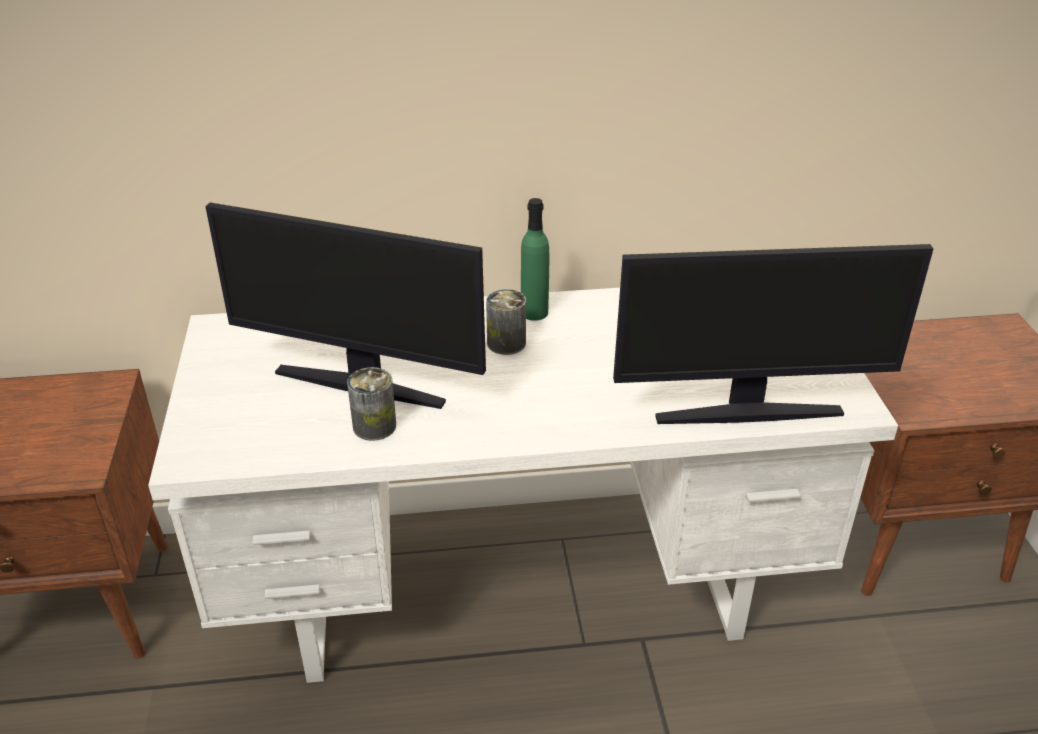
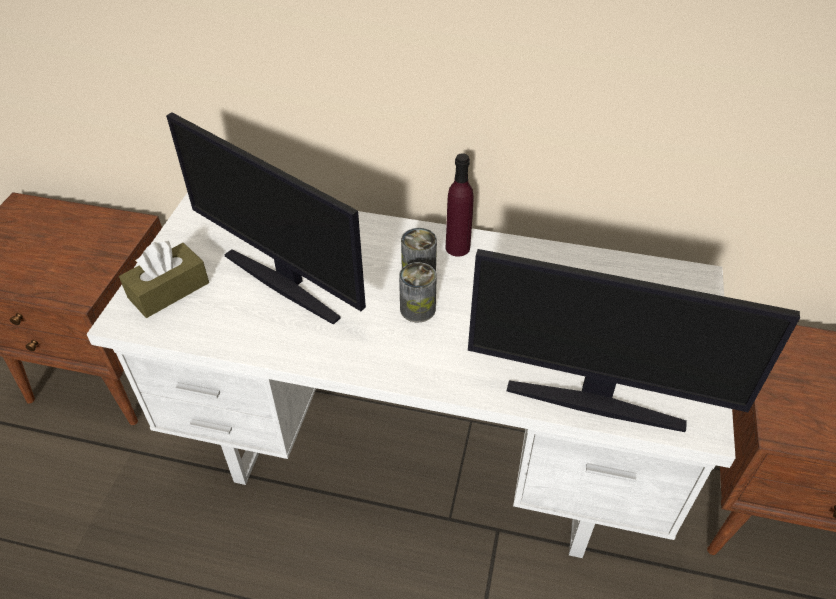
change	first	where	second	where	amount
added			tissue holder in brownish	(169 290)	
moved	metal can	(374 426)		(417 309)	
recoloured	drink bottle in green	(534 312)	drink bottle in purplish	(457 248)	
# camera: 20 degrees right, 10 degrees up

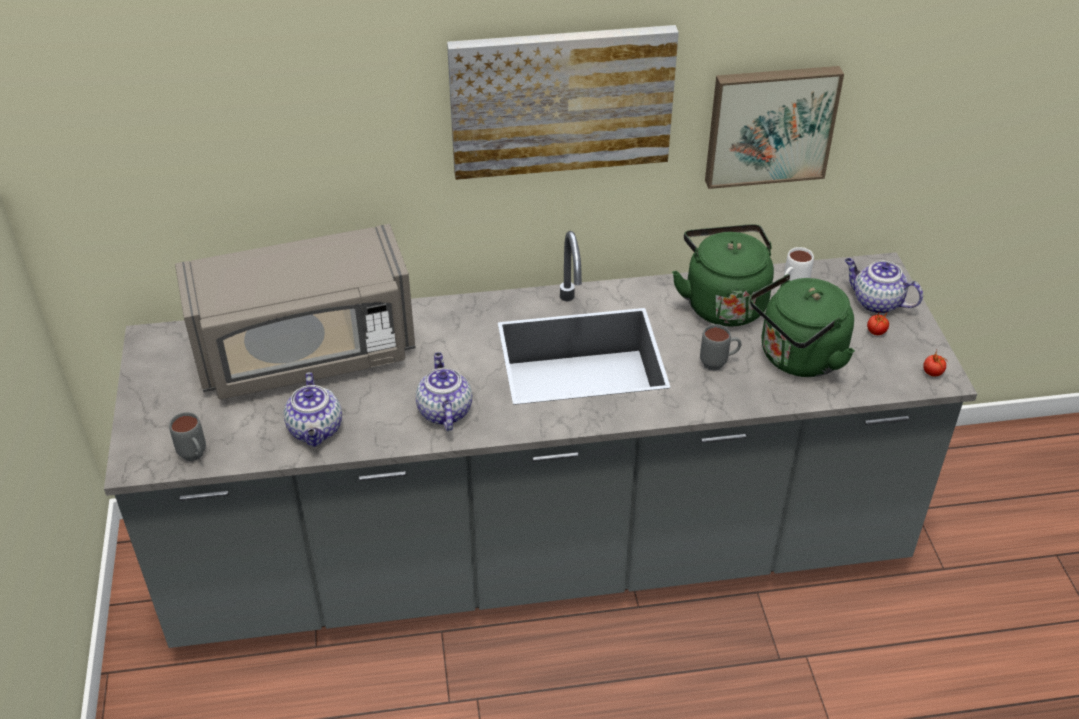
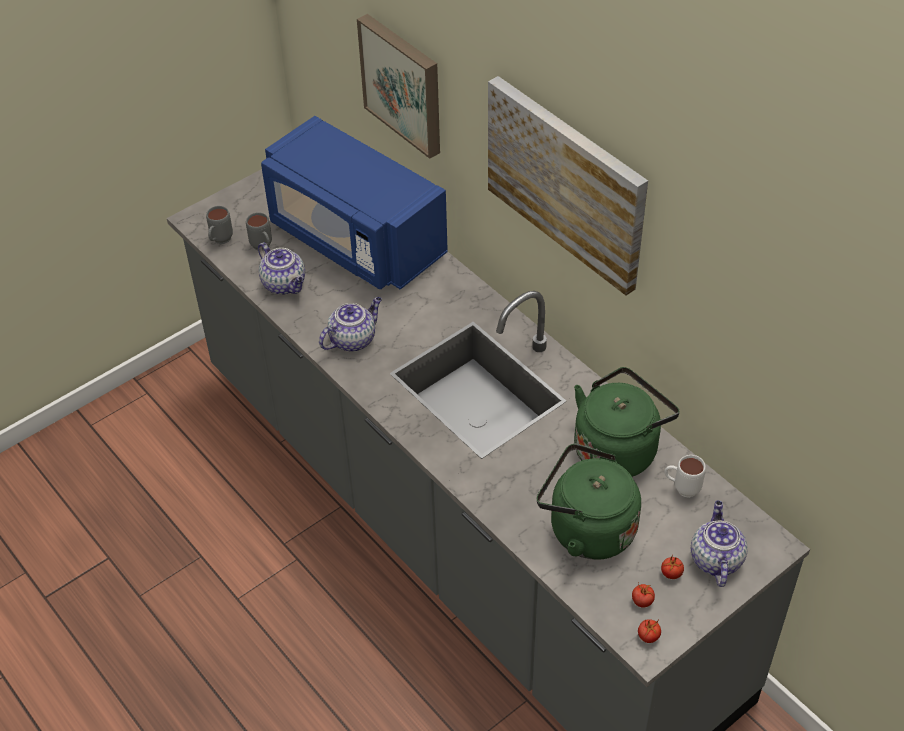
change	first	where	second	where	amount
moved	mug in greyish	(718 364)		(263 248)	
turned	tea pot	(316 430)		(285 284)	90 degrees counterclockwise
recoloured	microwave oven in greyish	(306 354)	microwave oven in blue	(355 240)	
moved	wall picture	(770 124)		(404 84)	
added			tomato	(642 601)	
# camera: 60 degrees right, 5 degrees up

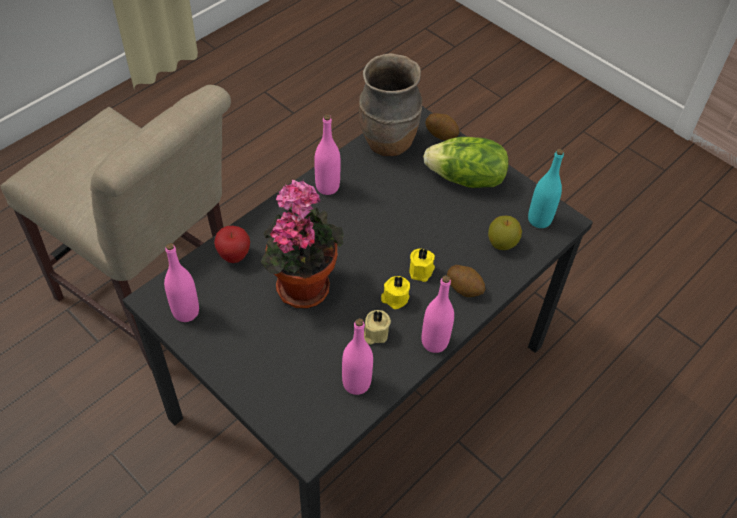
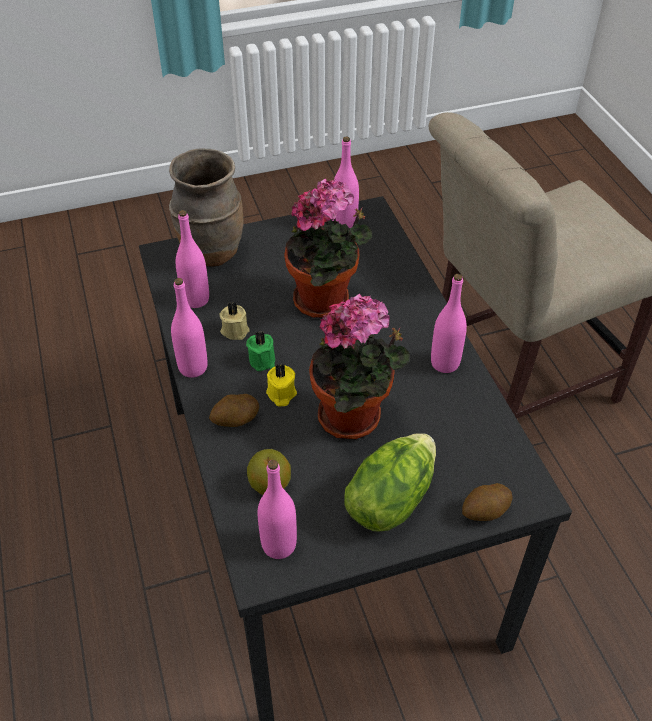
change	first	where	second	where	amount
moved	decorative vase in brownish	(387 143)		(211 252)	
recoloured	candle in yellowish	(394 298)	candle in green	(263 359)	
recoloured	drink bottle in turquoise-coloured	(539 220)	drink bottle in pink	(279 545)	
added			potted plant	(355 418)	
removed	apple	(234 256)			
# camera: 120 degrees right, 5 degrees down

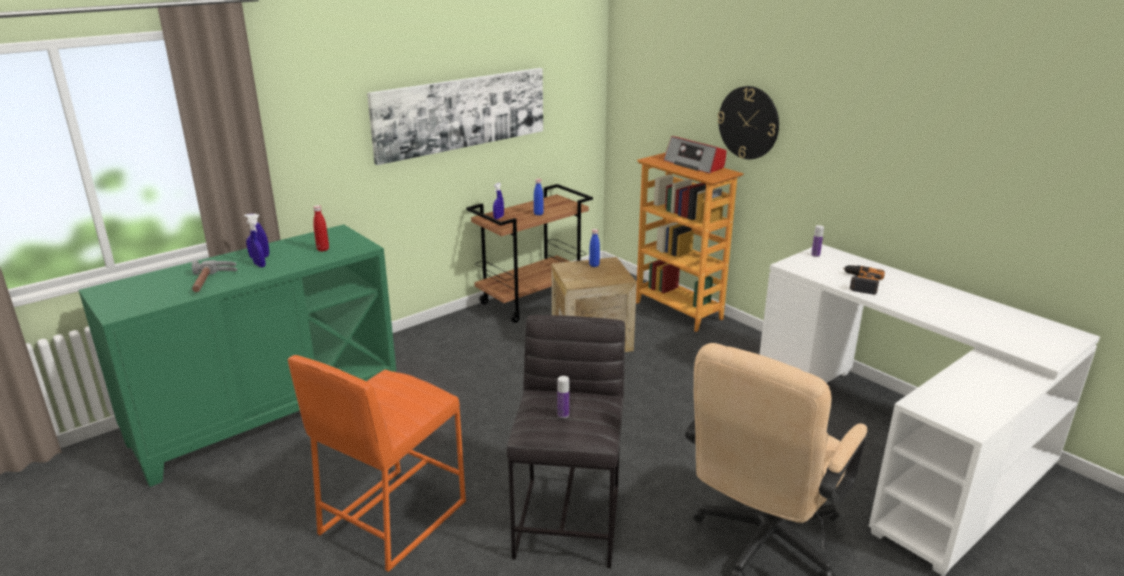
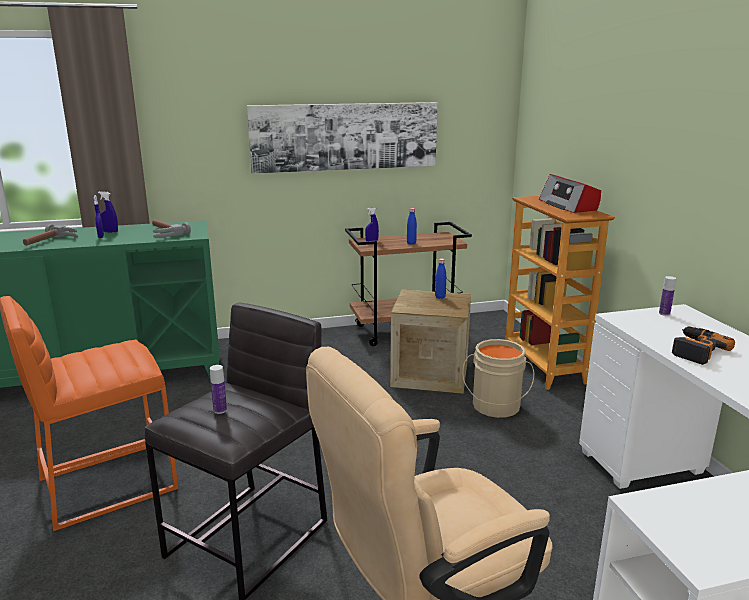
change	first	where	second	where	amount
replaced	drink bottle in red	(323 249)	hand hammer	(162 233)	
added			water bucket in beige-coloured	(495 407)	
removed	clock on the wall	(748 122)			
# camera: 25 degrees right, 5 degrees down

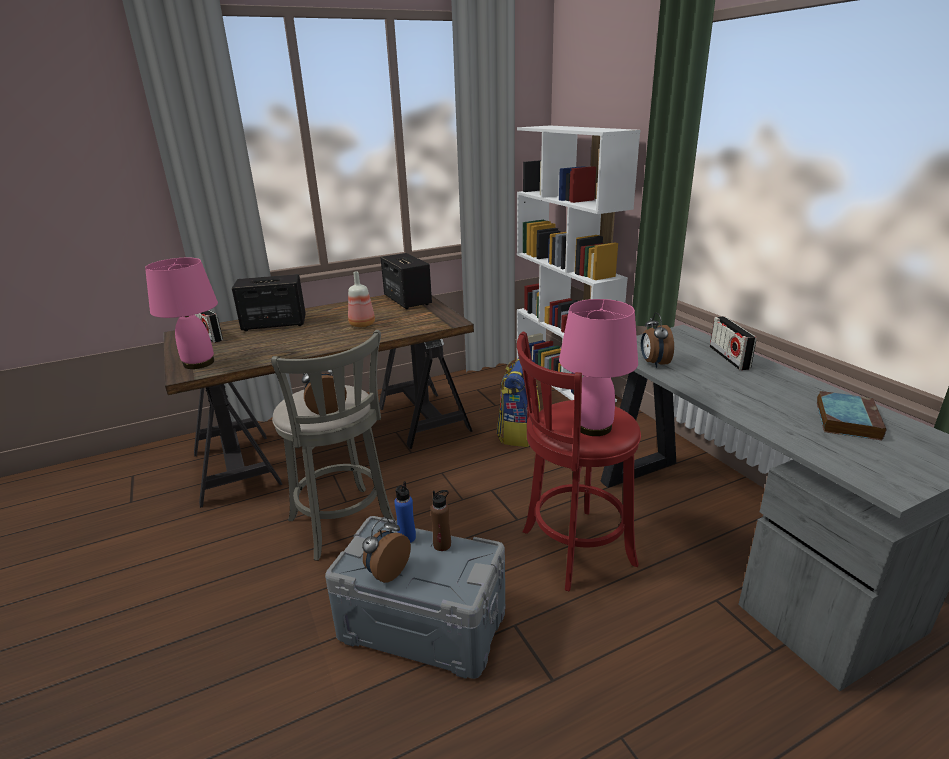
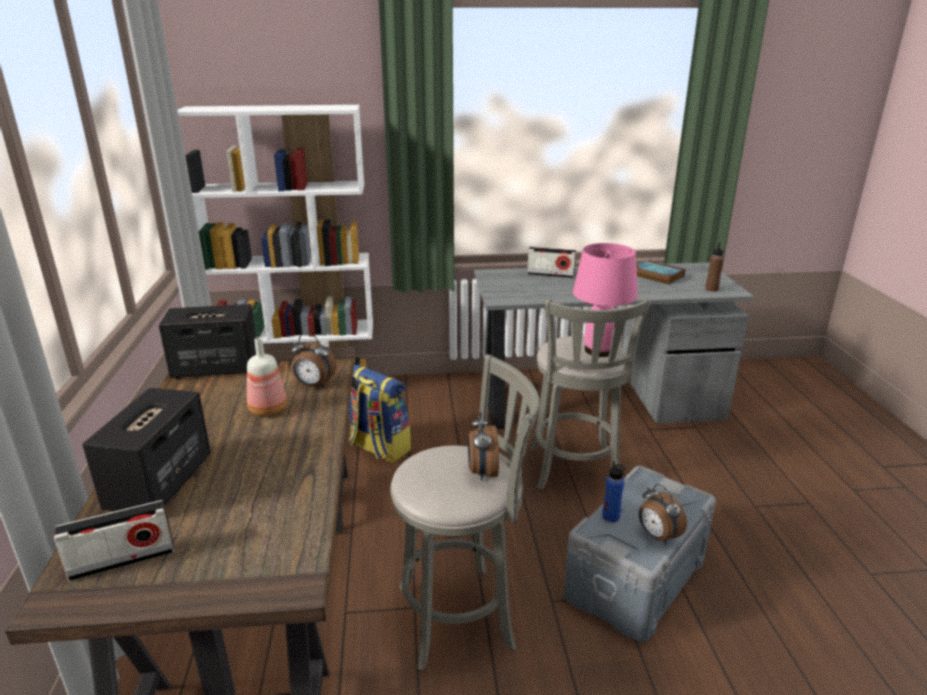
change	first	where	second	where	amount
moved	bedside clock	(653 363)		(314 385)	
recoloured	sitting stool in red	(572 549)	sitting stool in greyish	(574 471)	
moved	drink bottle in brownish	(442 545)		(711 289)	
removed	lamp for a table in pink	(198 363)			
# camera: 70 degrees left, 0 degrees up

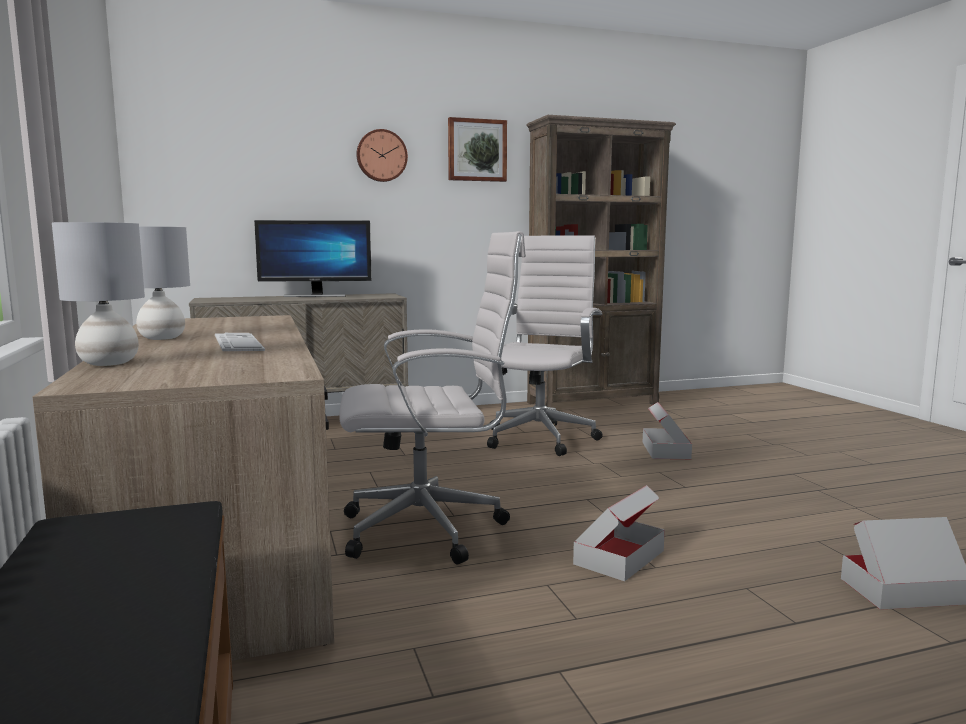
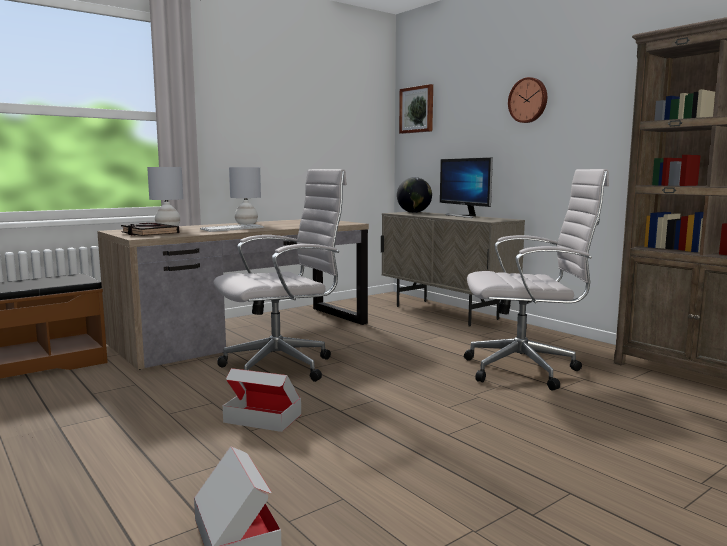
change	first	where	second	where	amount
added			bound book in black-coloured	(149 234)	
turned	desk chair in white	(431 529)		(283 367)	90 degrees counterclockwise
added			globe	(414 212)	
moved	wall picture	(477 150)		(417 109)	
removed	carton	(666 450)			
# camera: 70 degrees right, 0 degrees up

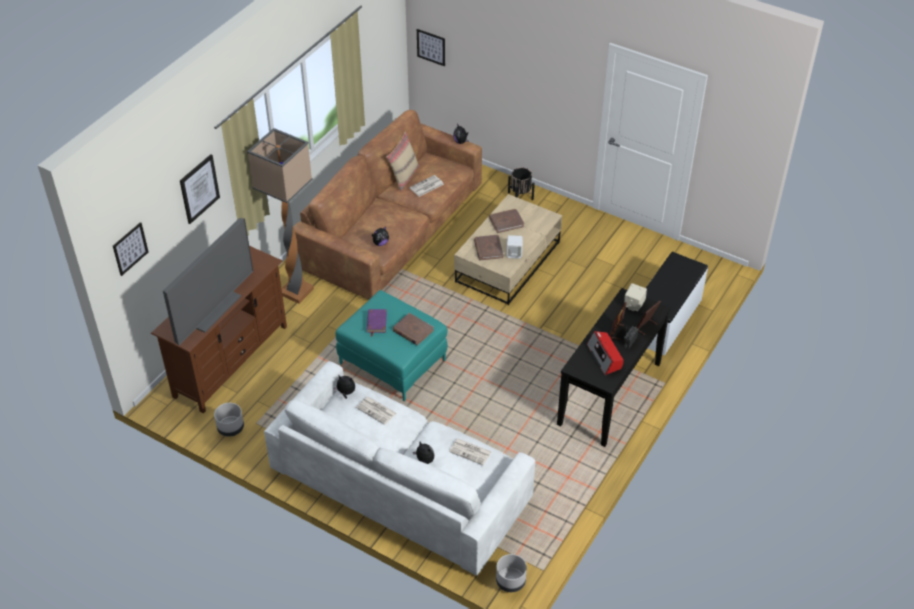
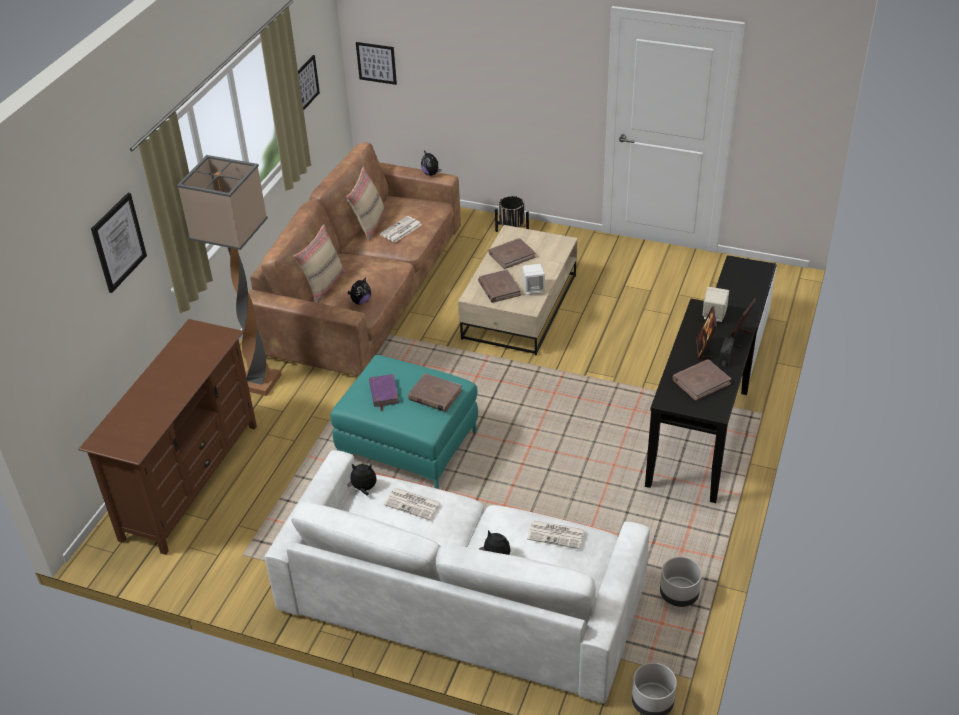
change	first	where	second	where	amount
added			pillow in beige-coloured	(324 285)	
moved	wall picture	(130 248)		(306 83)	
moved	plant pot in greyish	(230 428)		(679 595)	
replaced	radio receiver	(604 357)	bound book in brownish	(701 381)	
removed	TV set	(212 308)			
# camera: 10 degrees left, 5 degrees down

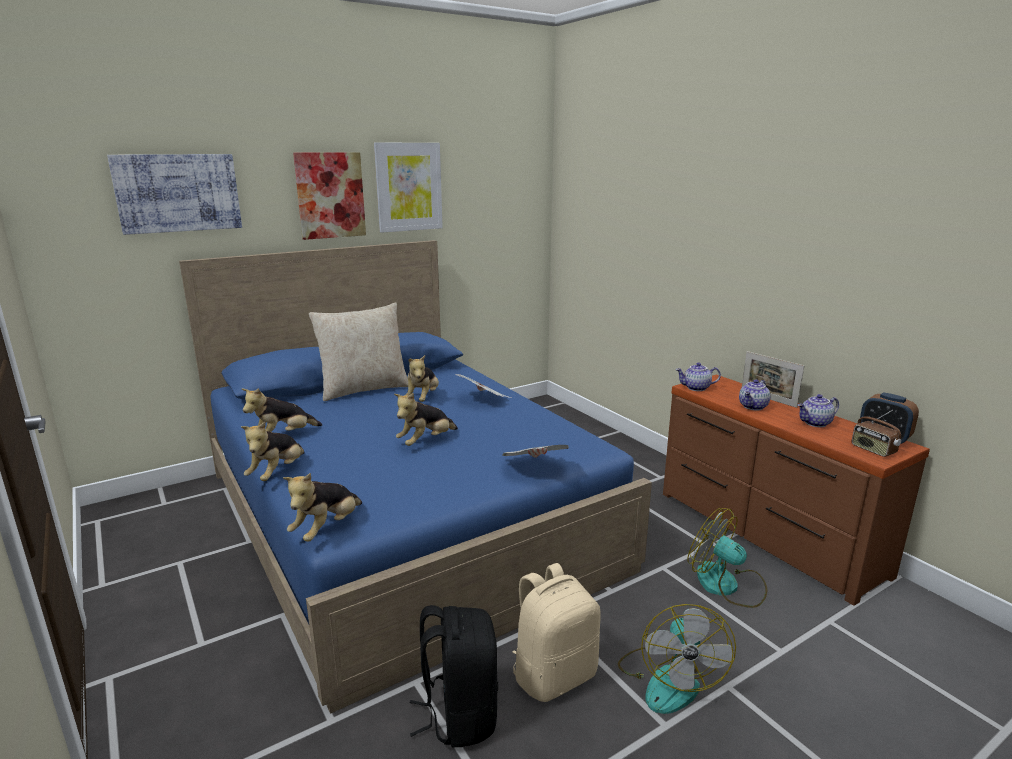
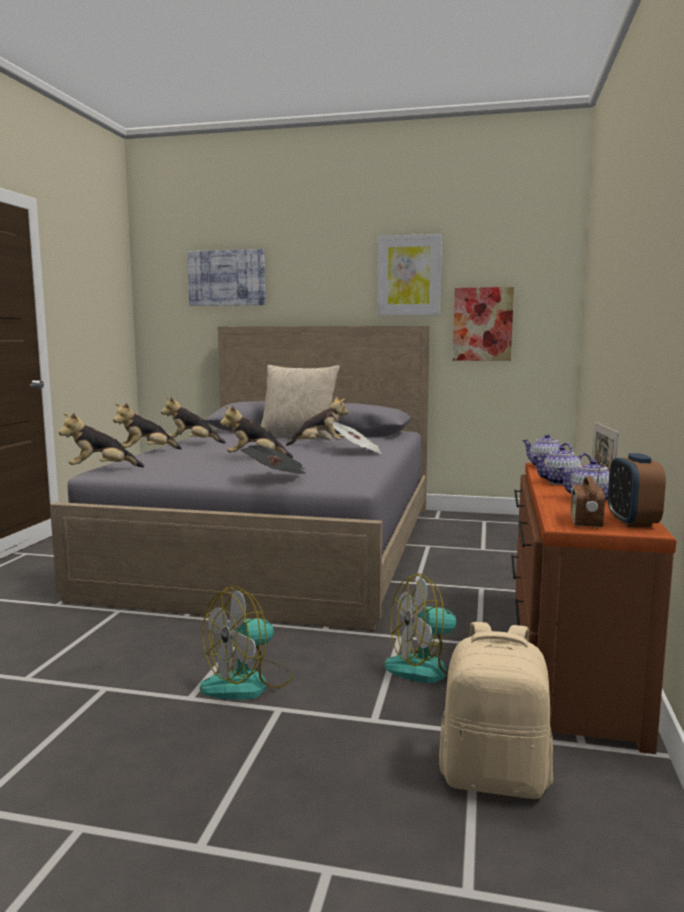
change	first	where	second	where	amount
recoloured	bed in blue	(404 516)	bed in greyish	(281 547)	
turned	soft toy	(423 399)		(319 445)	150 degrees counterclockwise
turned	fan	(726 585)		(430 668)	105 degrees counterclockwise
moved	backpack in beige-coloured	(554 675)		(494 777)	
moved	wall picture	(330 195)		(482 324)	
removed	backpack in black-coloured	(459 714)			
# camera: 45 degrees right, 10 degrees down

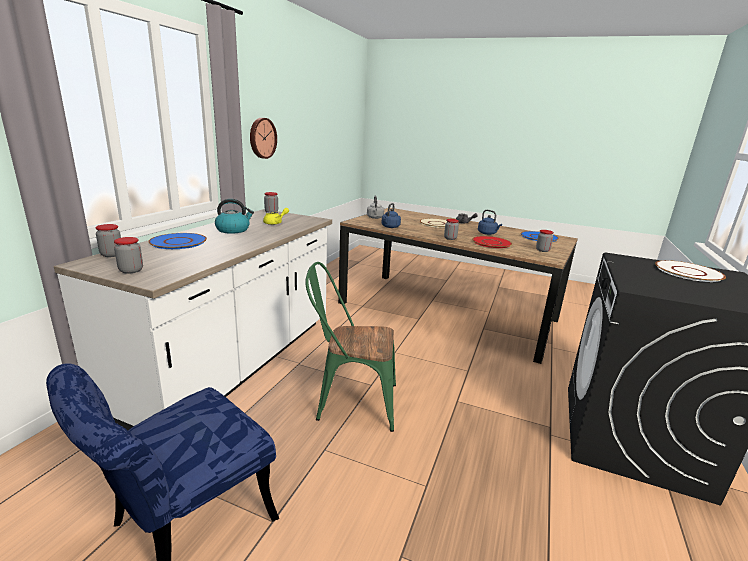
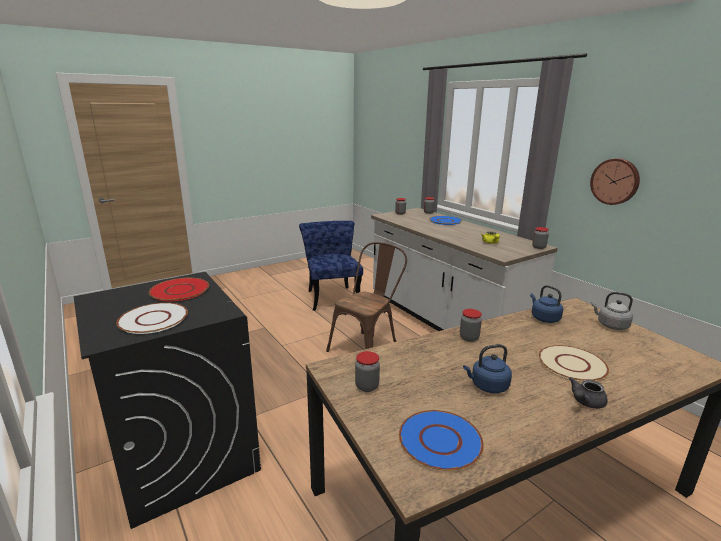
change	first	where	second	where	amount
moved	dinner plate in red	(491 243)		(180 290)	
recoloured	upright chair in green	(350 402)	upright chair in brownish	(367 347)	
removed	water kettle	(233 230)			
# camera: 125 degrees right, 0 degrees up

